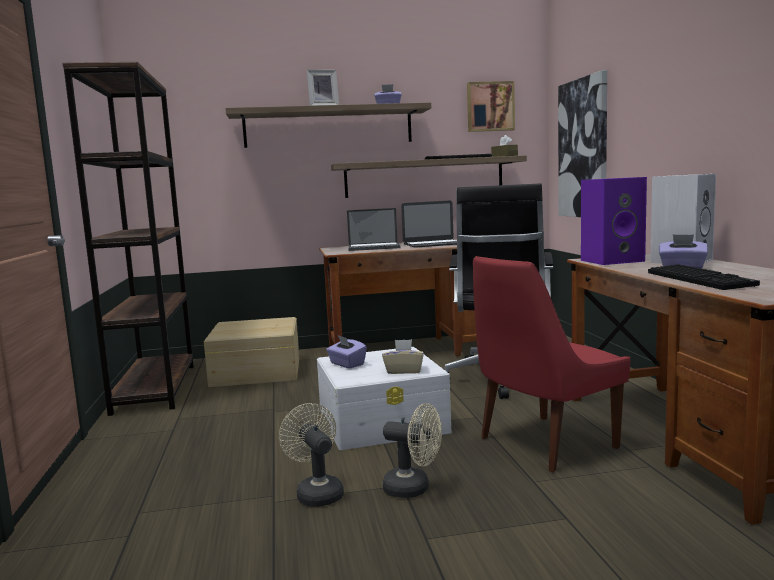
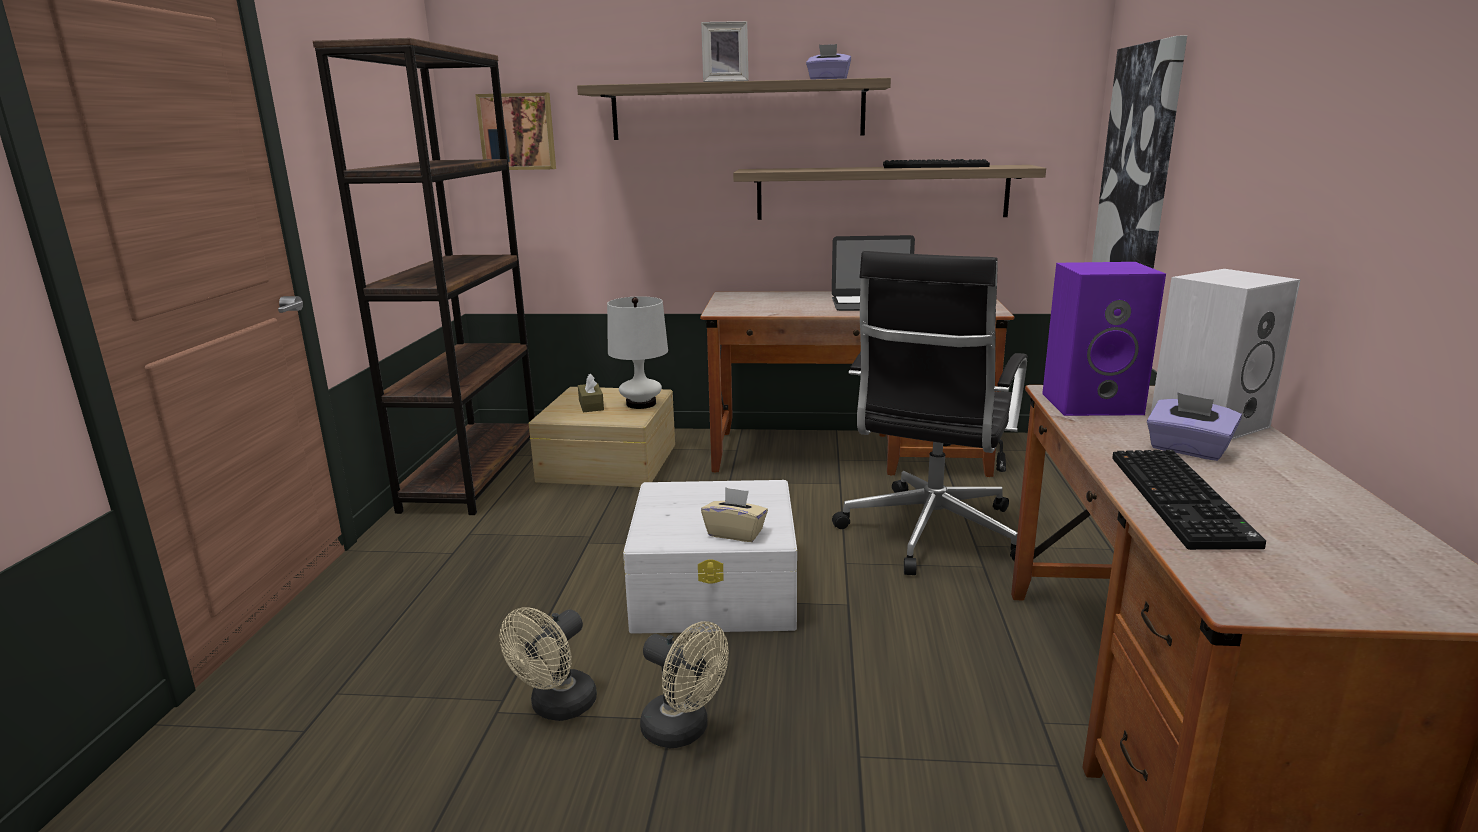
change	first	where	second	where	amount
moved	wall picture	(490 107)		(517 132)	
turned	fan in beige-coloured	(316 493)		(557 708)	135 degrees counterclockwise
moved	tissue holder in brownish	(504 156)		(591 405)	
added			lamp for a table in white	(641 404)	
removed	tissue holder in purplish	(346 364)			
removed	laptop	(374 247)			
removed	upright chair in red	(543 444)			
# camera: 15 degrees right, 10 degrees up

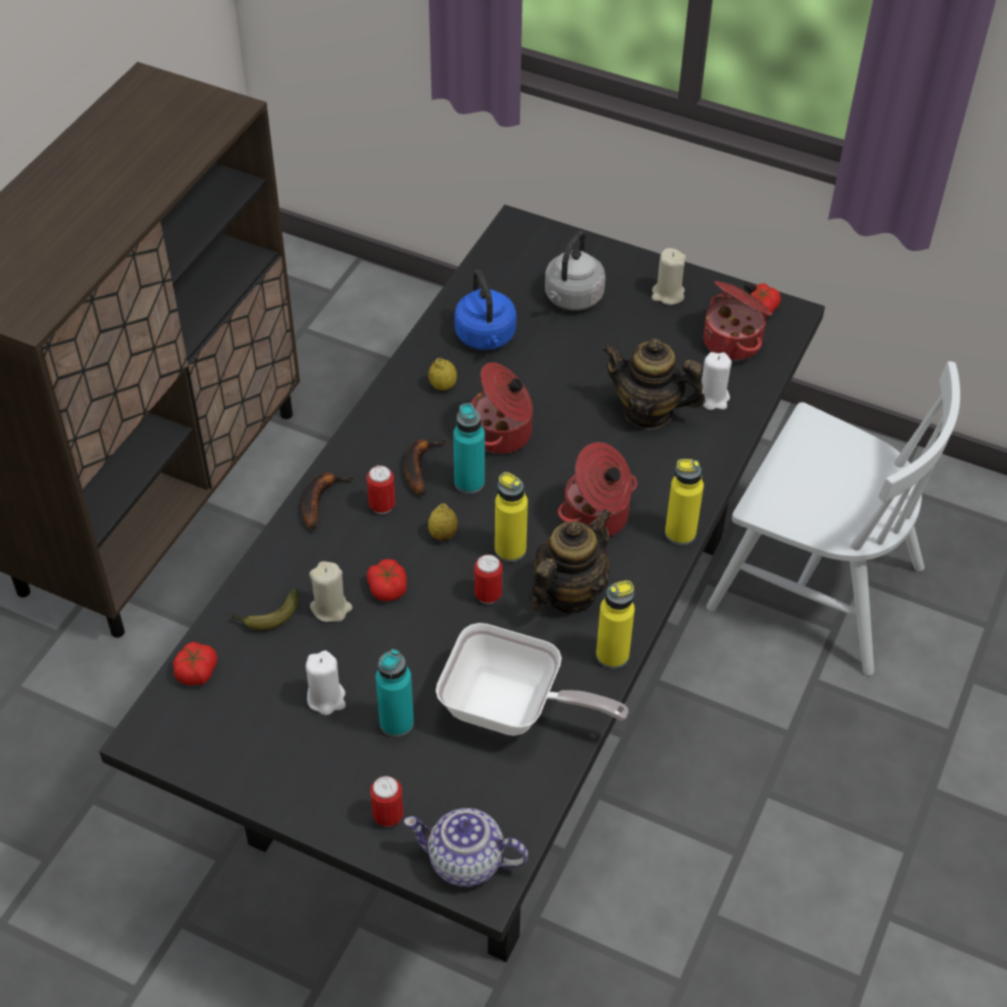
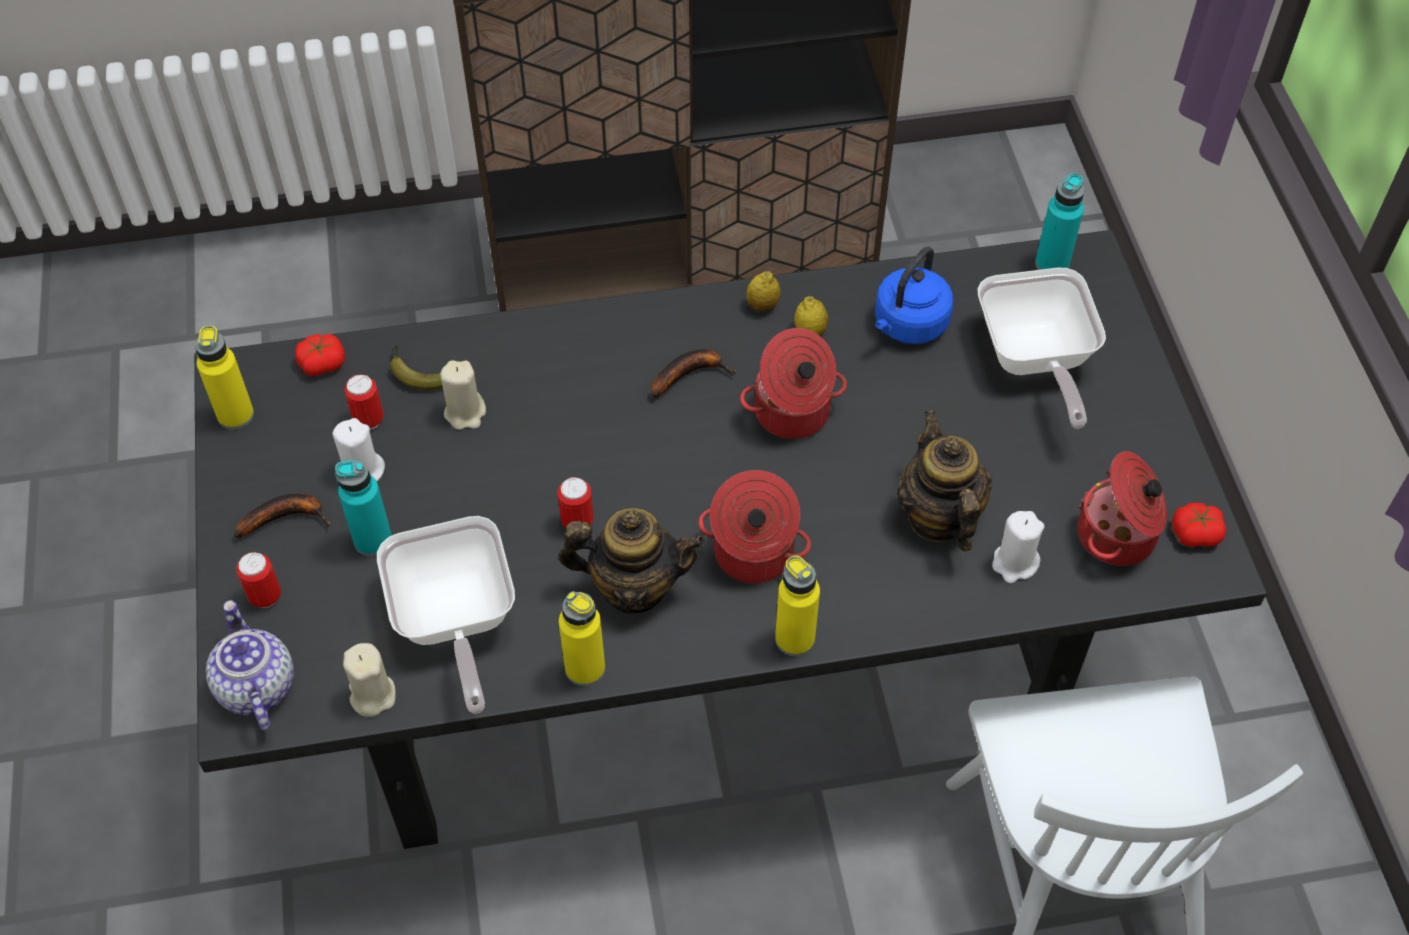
change	first	where	second	where	amount
moved	drink bottle in yellowish	(510 550)		(235 415)	
moved	banana fruit	(320 500)		(286 517)	
moved	candle in beige-coloured	(667 294)		(372 695)	
moved	metal can	(382 506)		(368 420)	
moved	citrus fruit	(443 535)		(762 305)	
replaced	water kettle in greyish	(572 299)	skillet	(1034 361)	
moved	drink bottle in turquoise-coloured	(469 482)		(1052 264)	
removed	tomato	(388 587)			
# camera: 55 degrees right, 5 degrees up

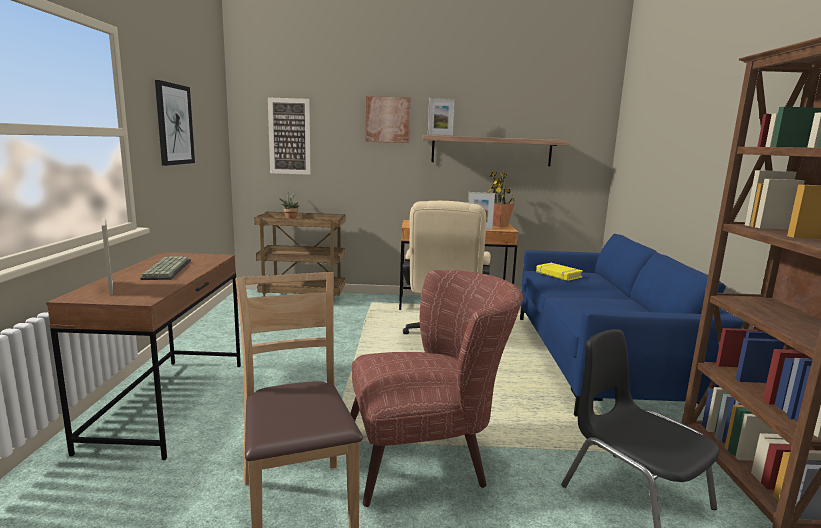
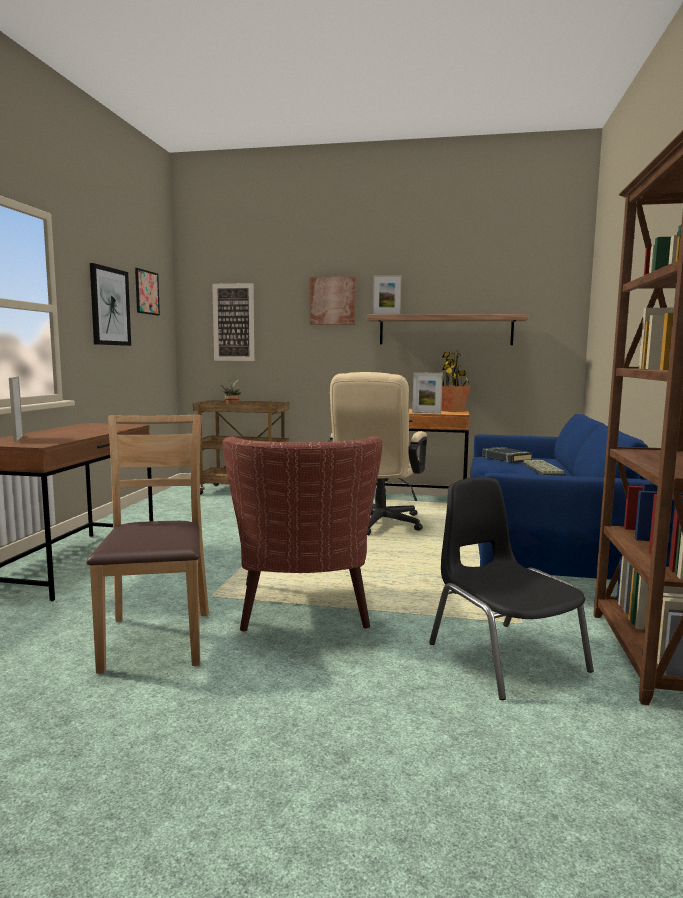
change	first	where	second	where	amount
added			wall picture	(146 292)	
turned	easy chair in brownish	(428 455)		(303 613)	90 degrees clockwise
recoloured	bound book in yellowish	(558 275)	bound book in black-coloured	(506 458)	
moved	keyboard	(166 269)		(541 469)	
# camera: 10 degrees right, 5 degrees down

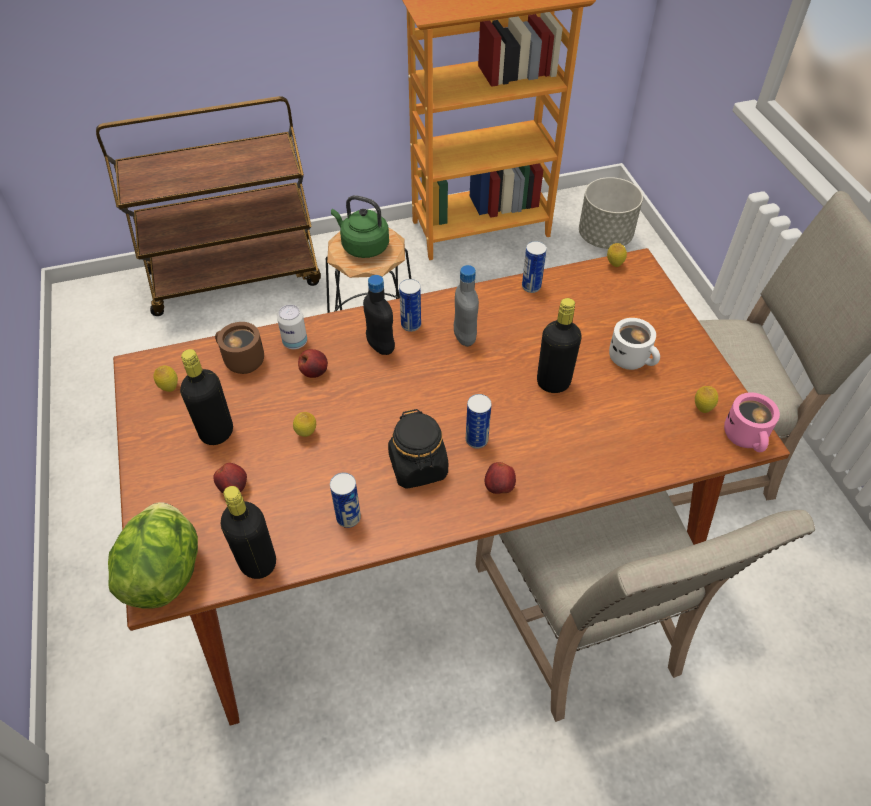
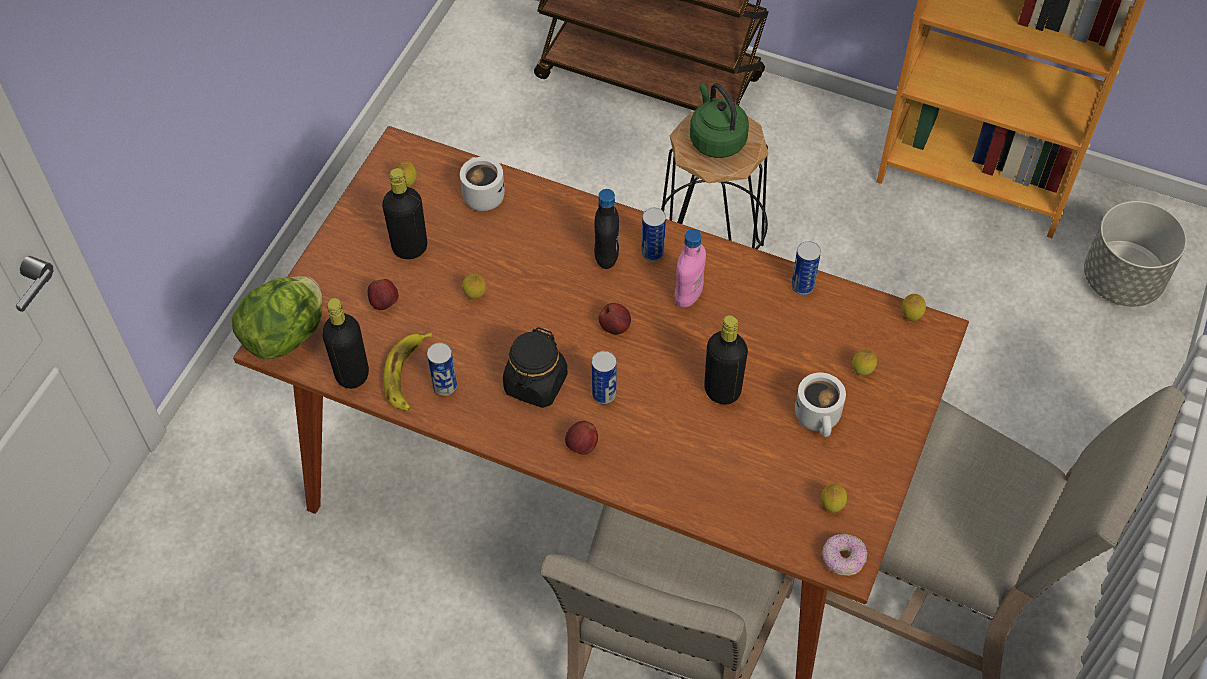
change	first	where	second	where	amount
added			banana fruit	(407 374)	
recoloured	mug in brownish	(241 361)	mug in white	(480 195)	
moved	apple	(314 372)		(615 327)	
recoloured	drink bottle in greyish	(464 337)	drink bottle in pink	(688 296)	
replaced	mug in pink	(747 437)	doughnut	(843 559)	
added			citrus fruit	(862 371)	
removed	metal can	(295 342)			
# camera: 40 degrees right, 5 degrees up

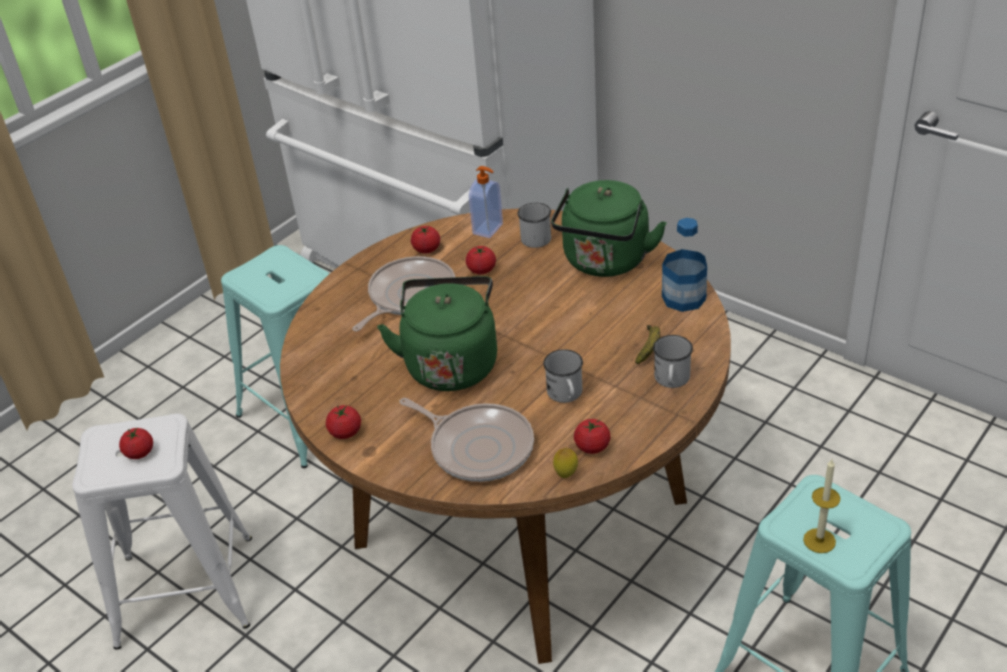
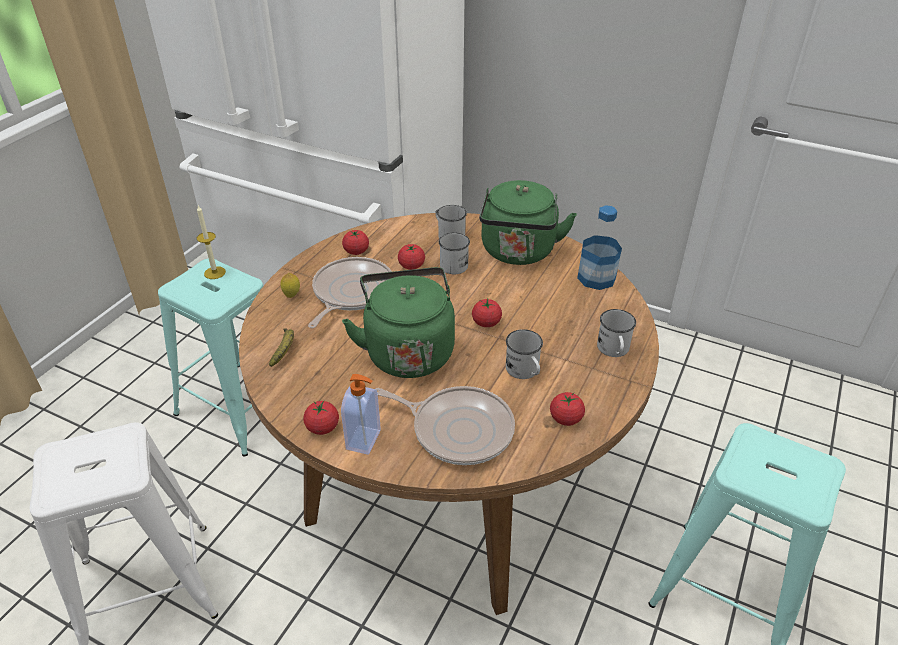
change	first	where	second	where	amount
moved	candle	(819 540)		(214 273)	
moved	banana fruit	(649 348)		(284 350)	
moved	citrus fruit	(566 474)		(292 295)	
moved	soap dispenser	(489 229)		(365 440)	
added			mug in white	(455 263)	
moved	tomato	(139 453)		(486 322)	
# camera: 15 degrees left, 0 degrees up

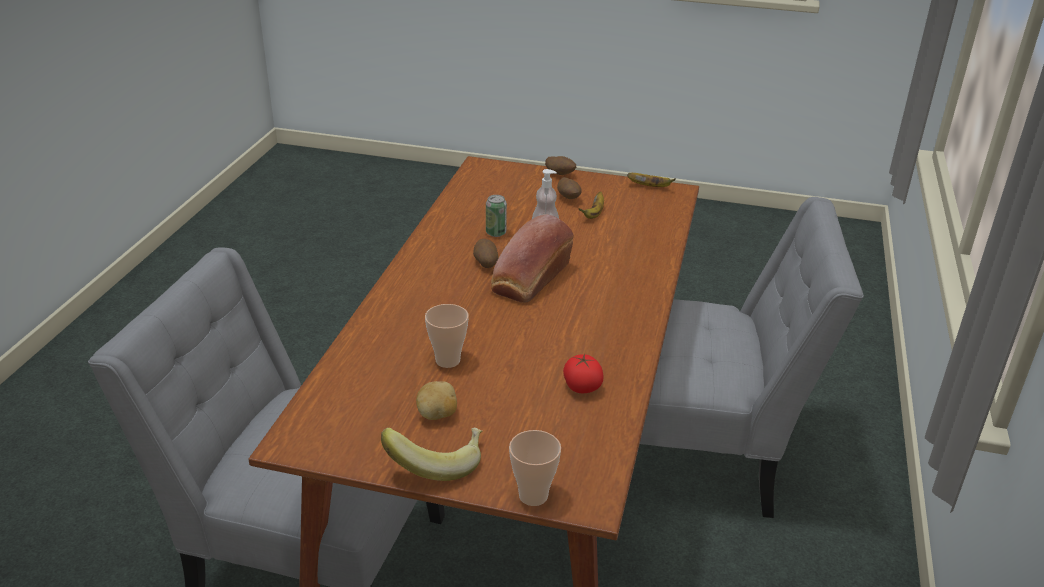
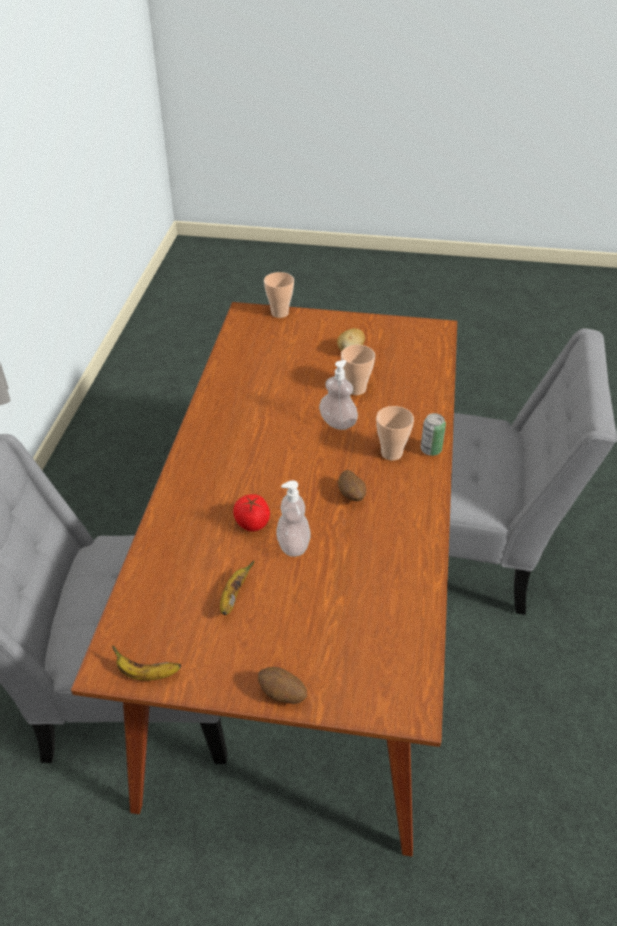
change	first	where	second	where	amount
moved	tomato	(582 387)		(252 523)	
added			soap dispenser	(338 423)	
added			small cup	(391 453)	
moved	metal can	(496 233)		(431 450)	
removed	banana fruit	(437 463)			
removed	baked bread	(529 280)			
removed	potato	(569 198)			
# camera: 175 degrees right, 10 degrees up

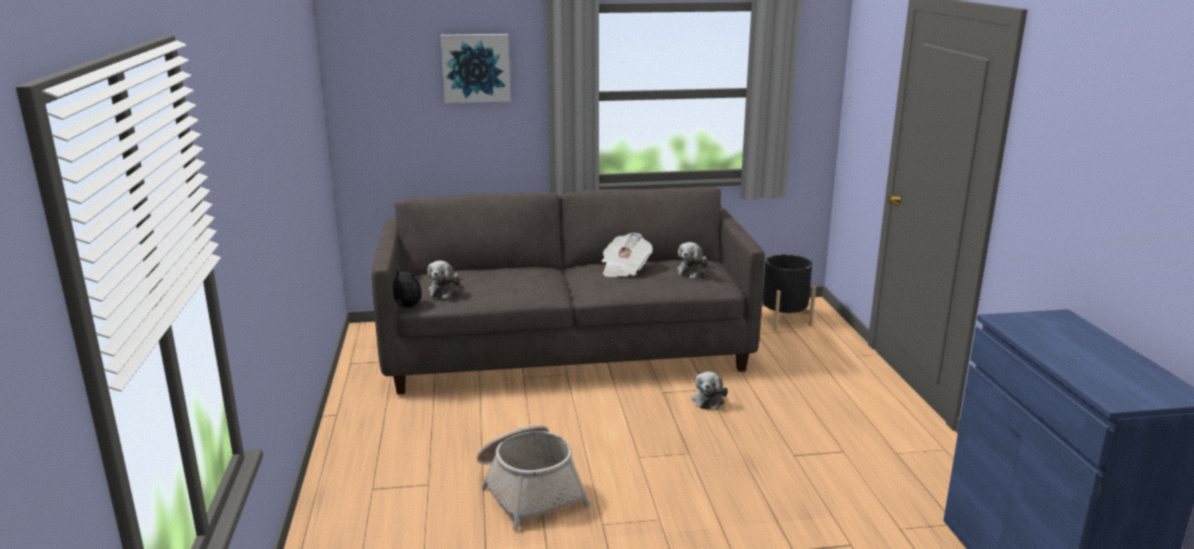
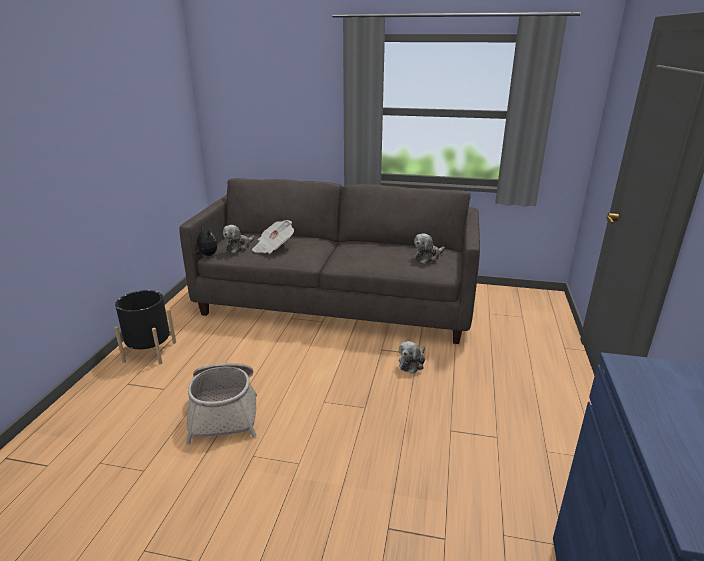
change	first	where	second	where	amount
moved	plant pot in black-coloured	(783 320)		(150 352)	
moved	newspaper	(624 269)		(273 247)	
removed	wall picture	(476 68)			
# camera: 20 degrees right, 5 degrees up

